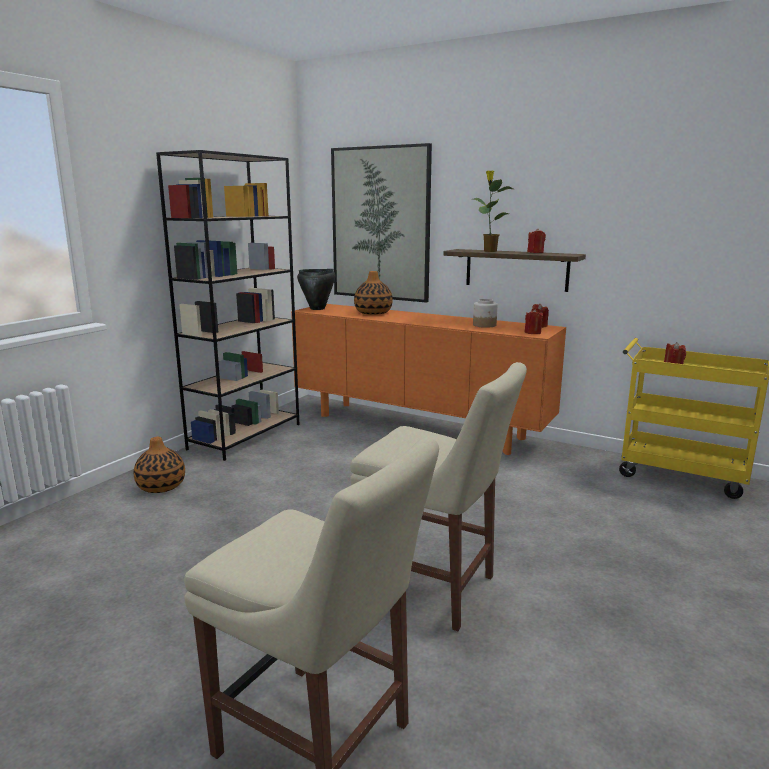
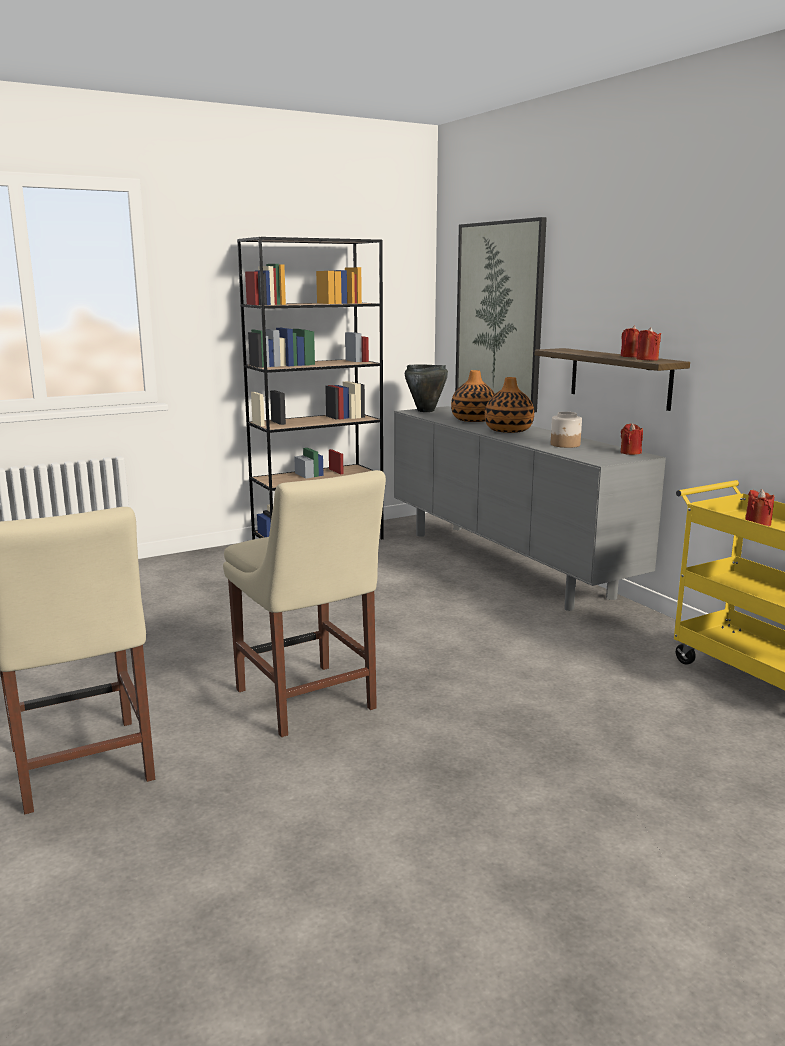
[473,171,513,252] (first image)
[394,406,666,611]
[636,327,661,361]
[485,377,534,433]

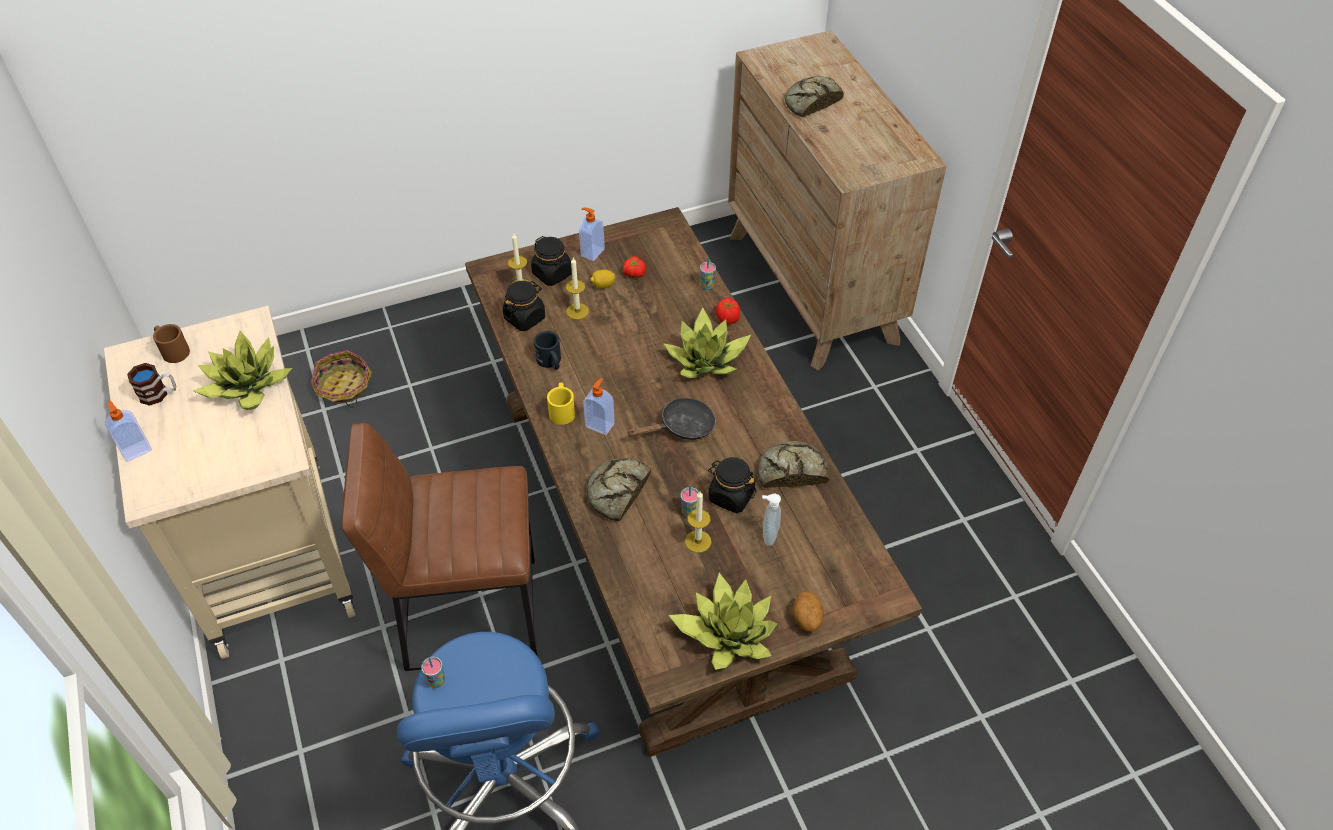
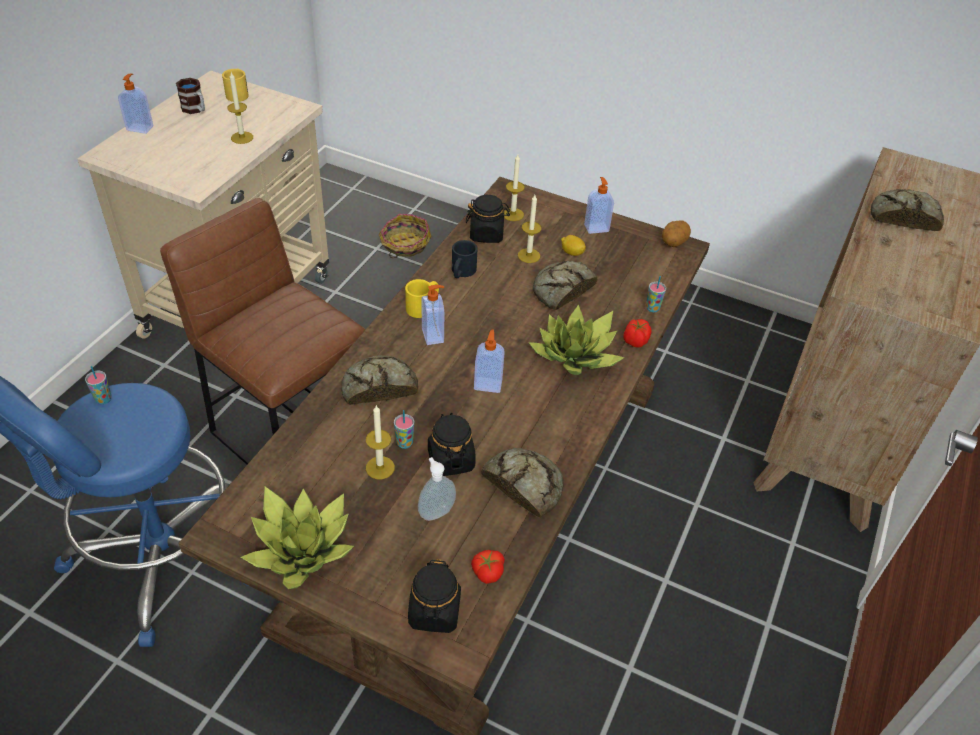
[408,559,461,633]
[471,550,505,584]
[222,69,249,102]
[227,72,253,144]
[474,329,505,393]
[662,220,691,247]
[533,261,597,310]

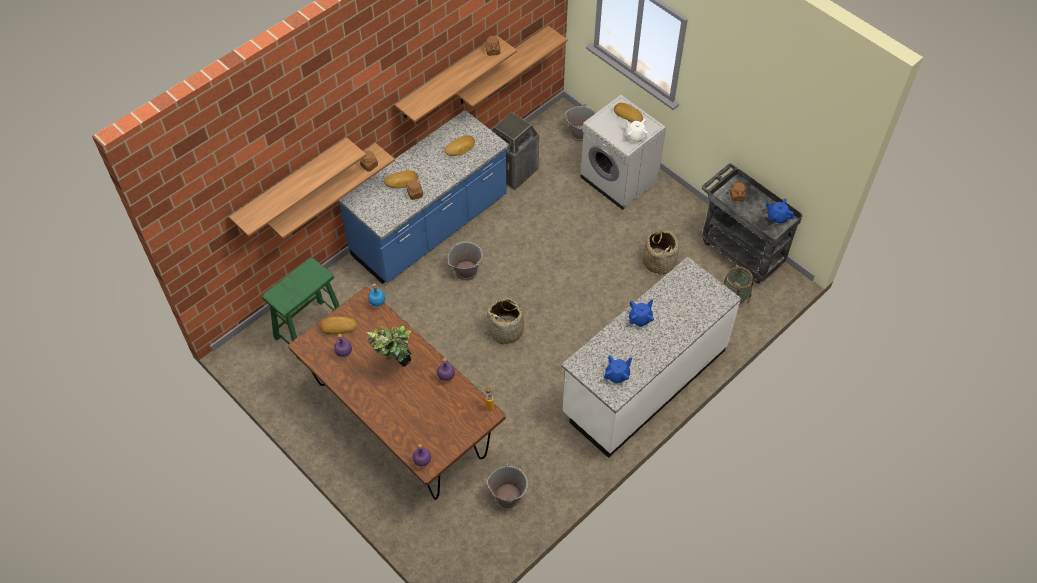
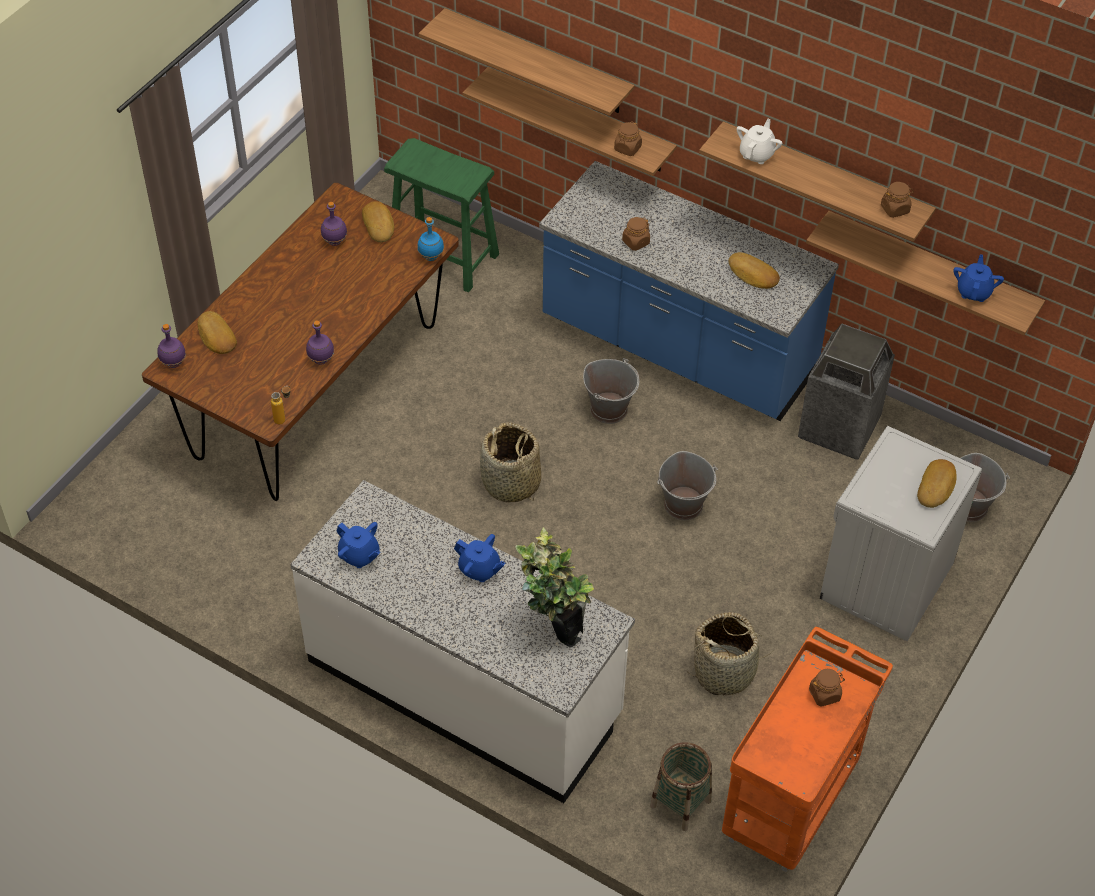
[737,119,782,164]
[722,627,893,872]
[197,311,237,354]
[953,255,1004,302]
[515,527,594,648]
[657,451,718,520]

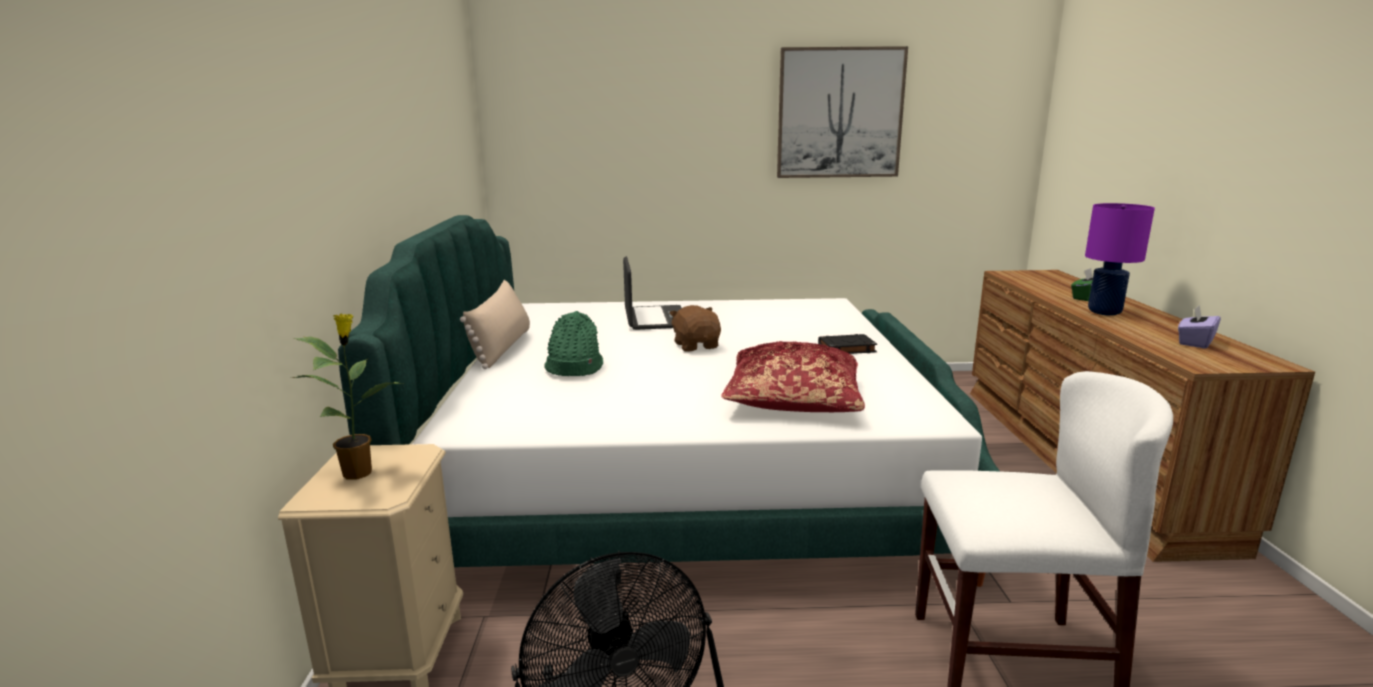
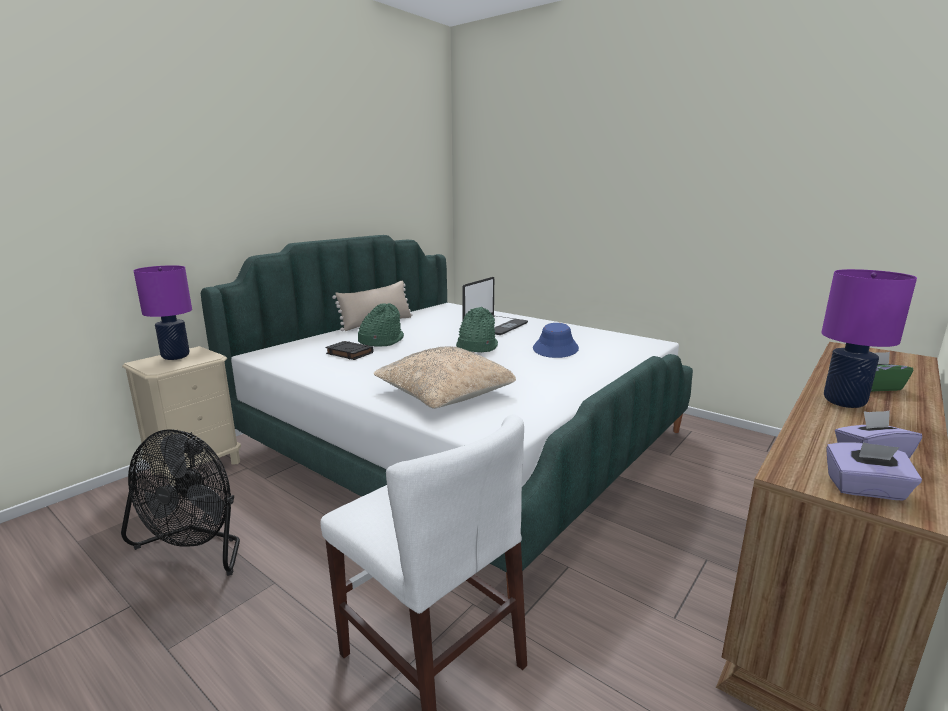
[777,46,908,178] (first image)
[456,307,498,352]
[133,265,192,360]
[325,341,374,360]
[373,346,516,409]
[533,323,579,358]
[826,442,922,501]

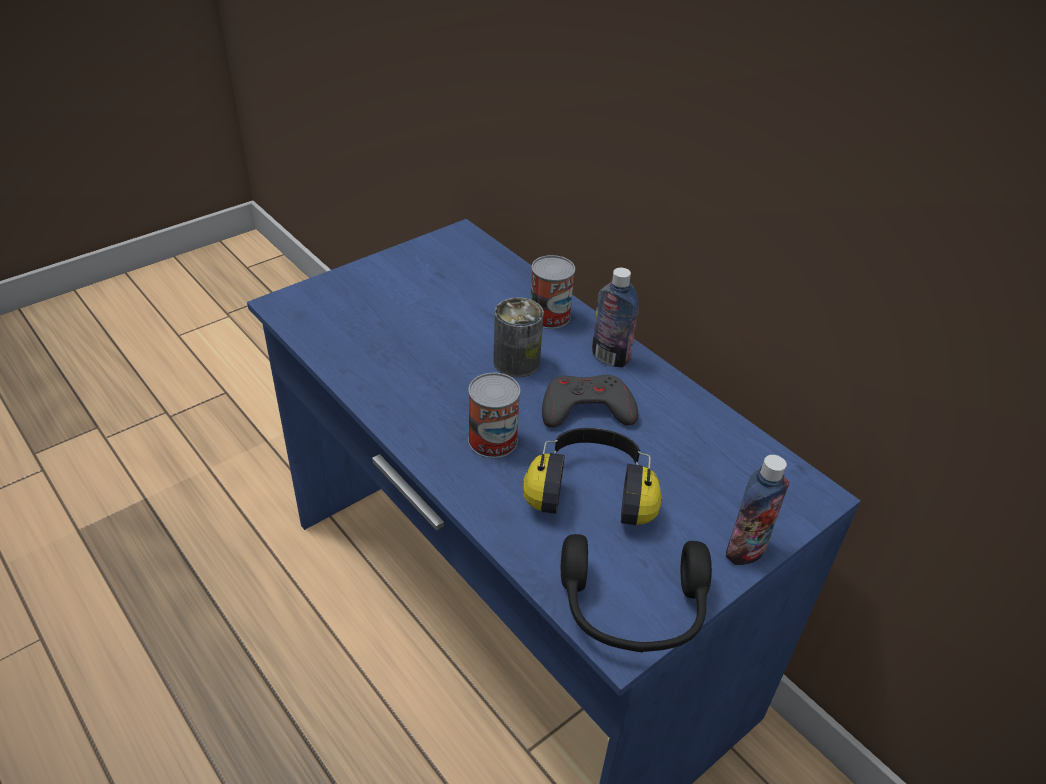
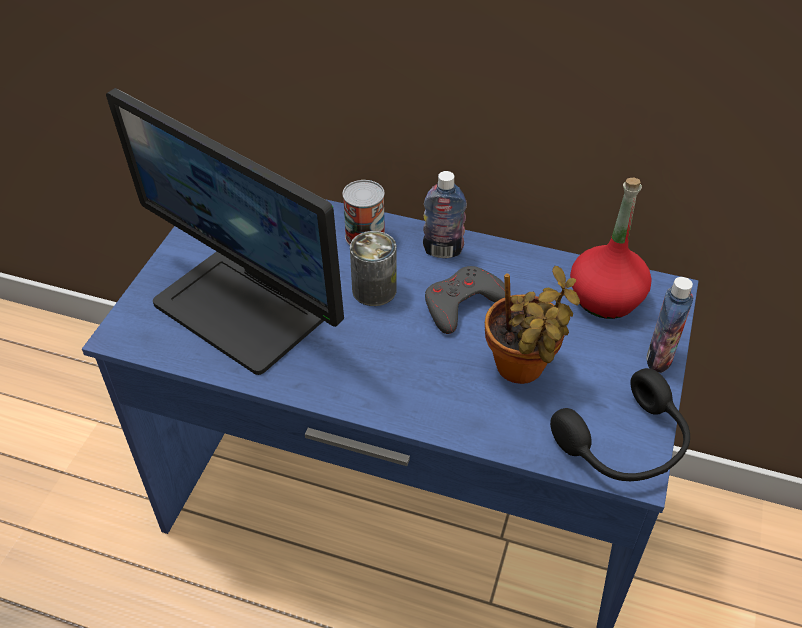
[468,373,520,458] (first image)
[485,266,580,384]
[106,88,344,375]
[570,177,652,319]

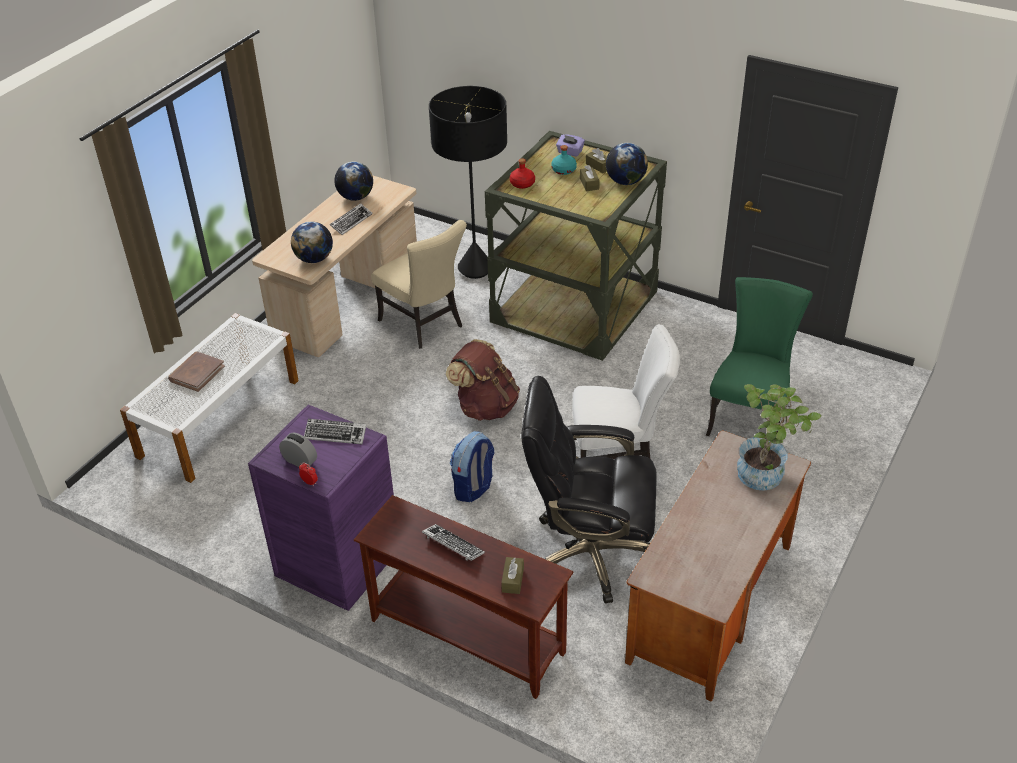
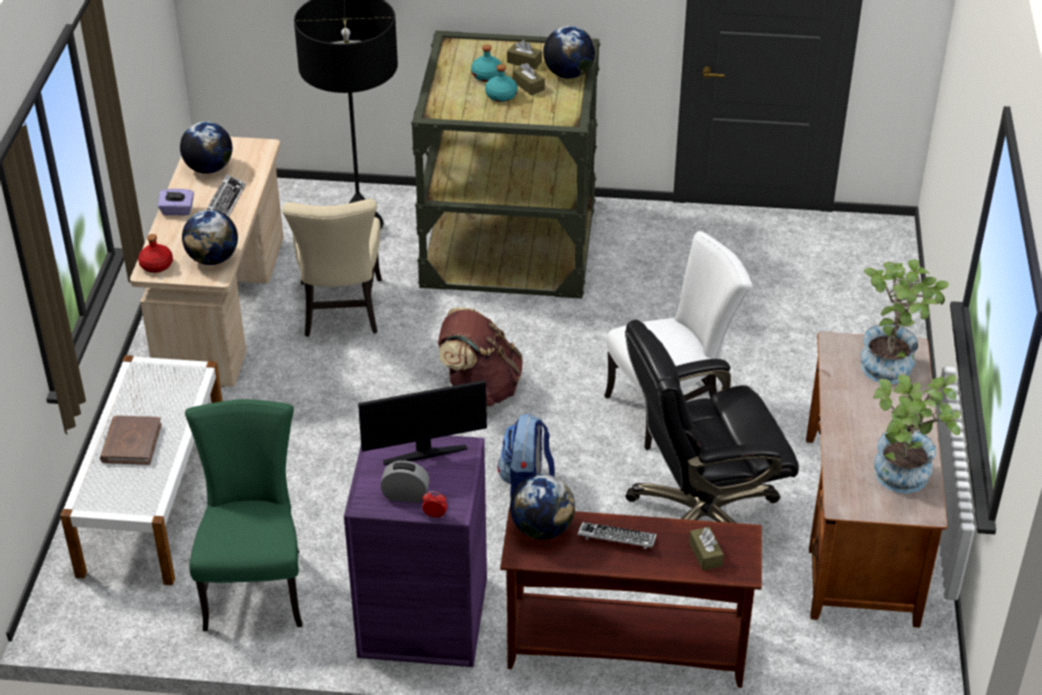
[158,189,194,216]
[138,234,173,273]
[282,199,382,337]
[185,399,302,631]
[358,380,487,465]
[485,64,518,102]
[873,374,961,493]
[510,474,575,540]

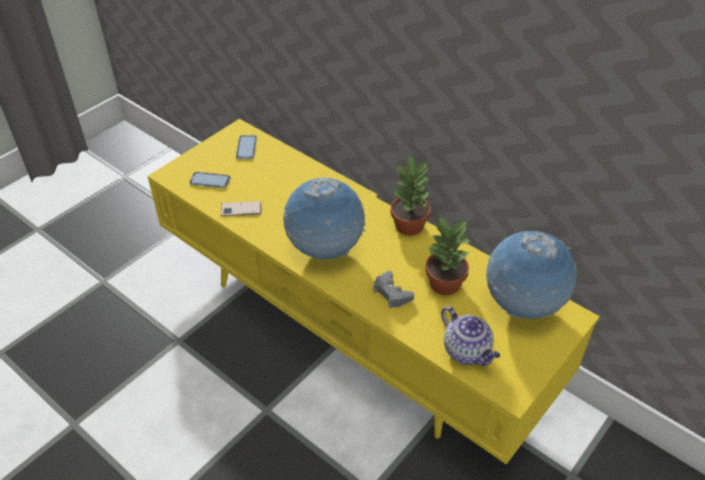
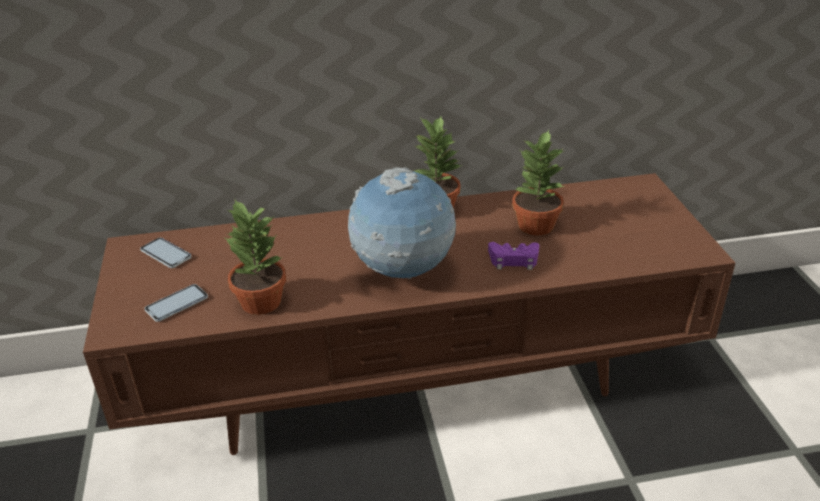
[83,173,735,455]
[225,200,286,315]
[486,231,577,319] (first image)
[488,242,539,270]
[441,306,500,366] (first image)

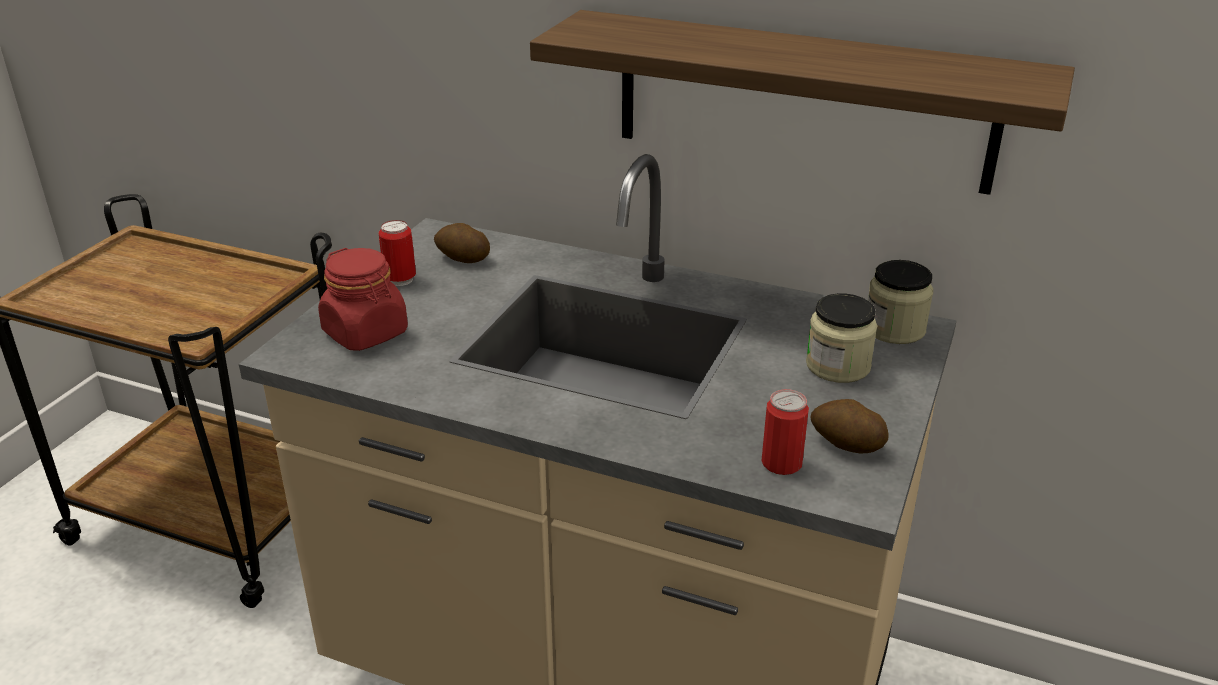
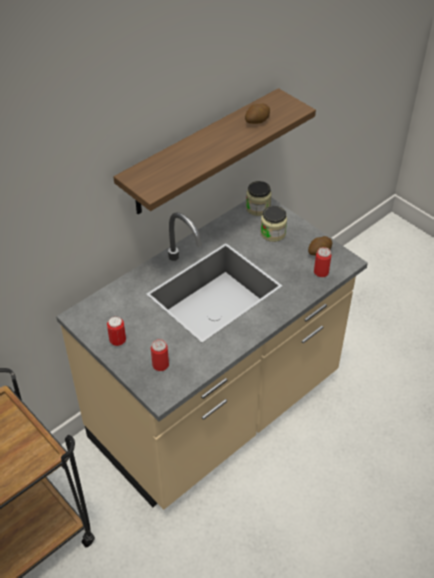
[245,104,270,124]
[151,339,169,371]

